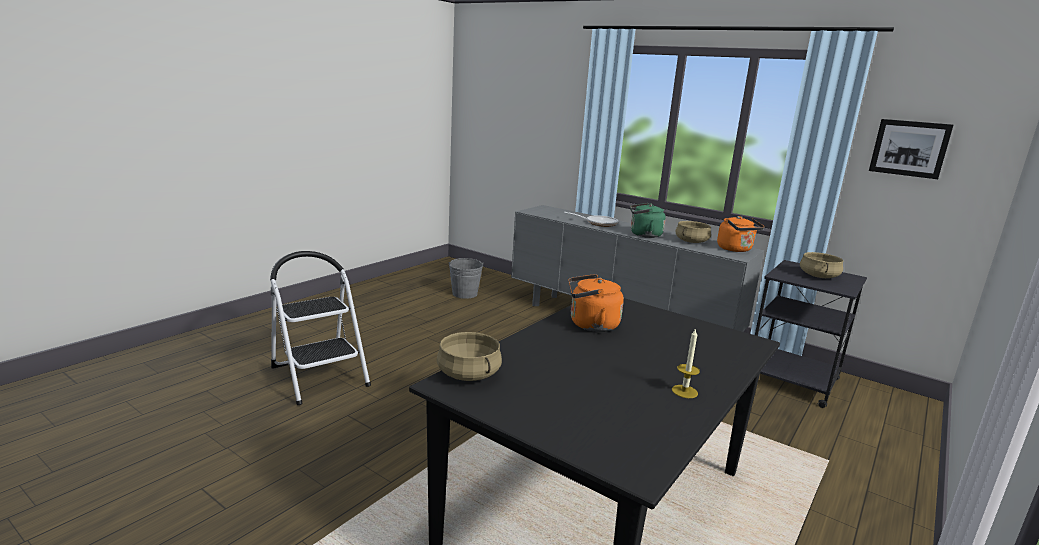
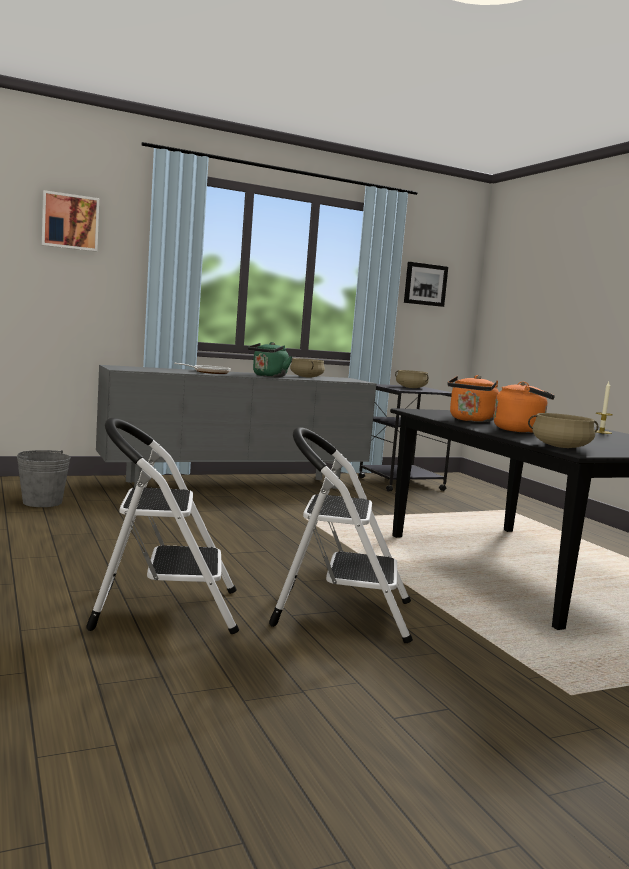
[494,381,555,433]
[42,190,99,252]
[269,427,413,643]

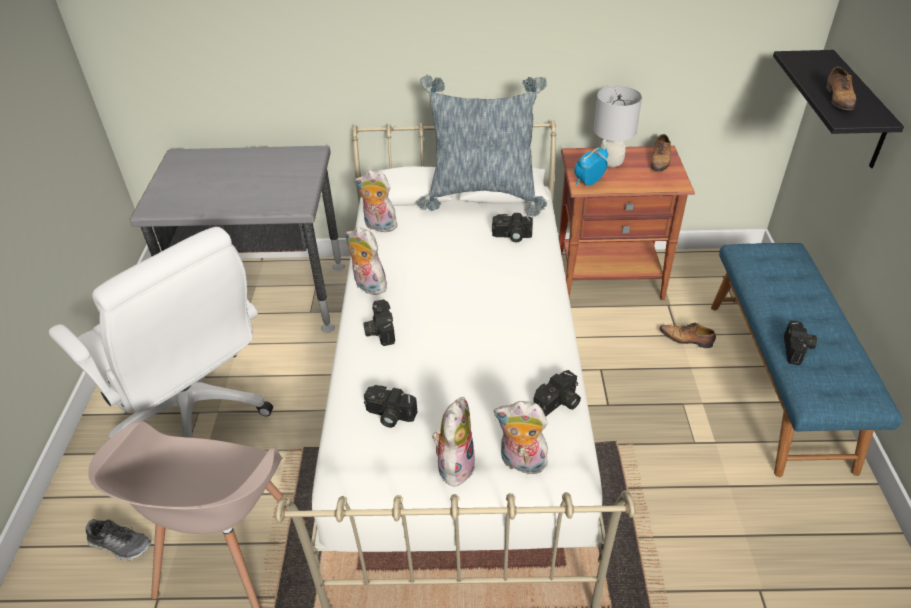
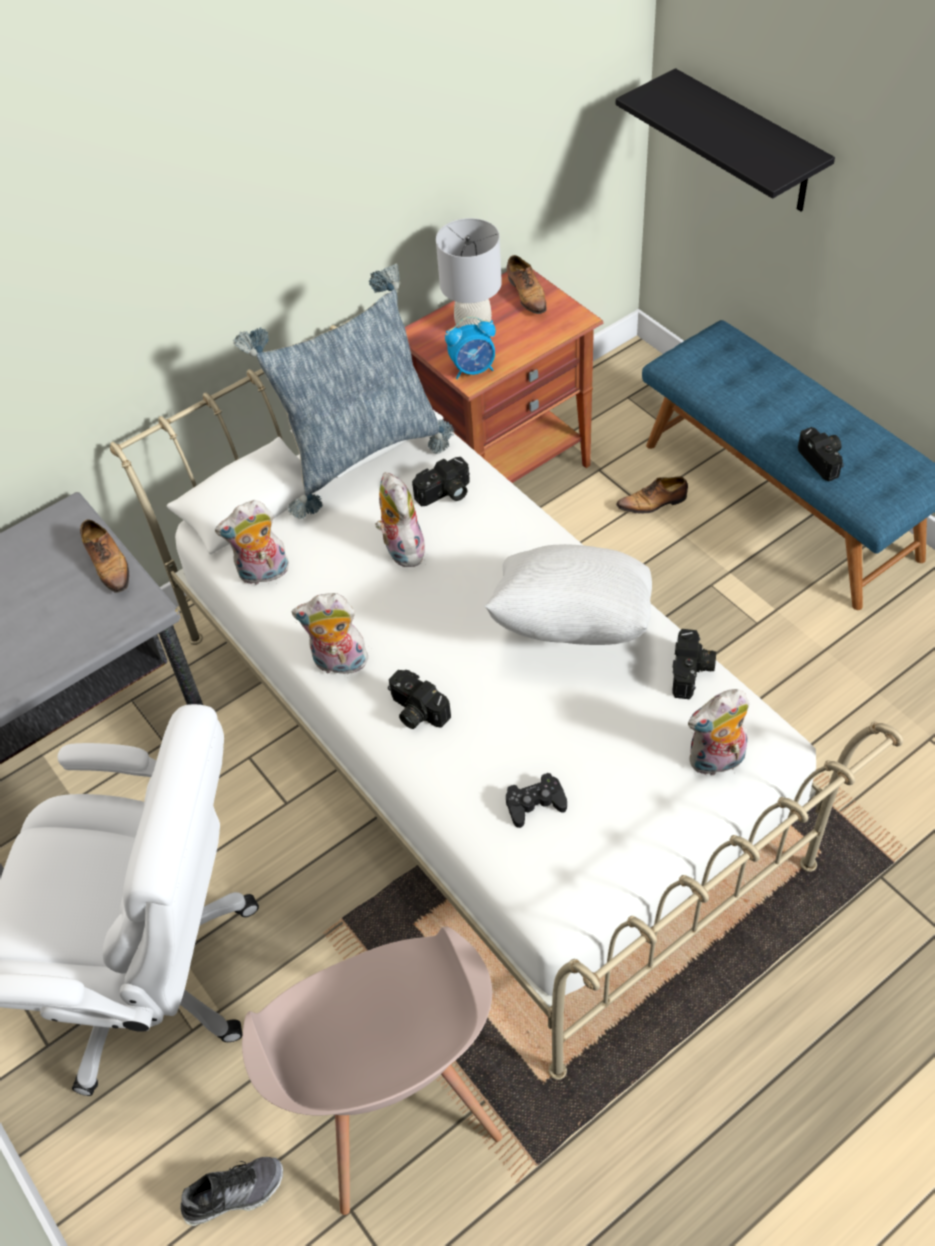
[80,519,130,593]
[445,316,496,379]
[506,773,567,828]
[375,472,425,567]
[484,544,652,645]

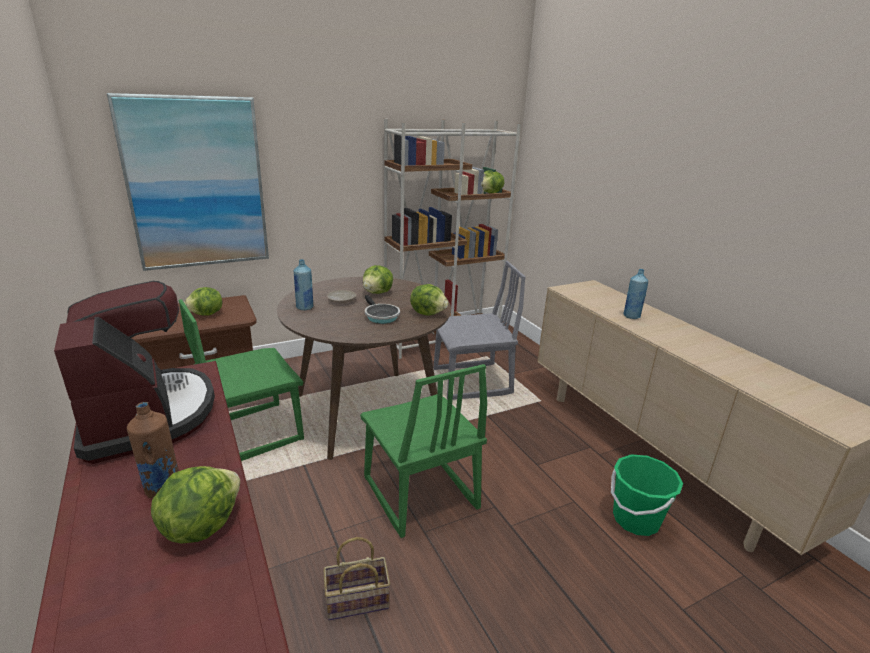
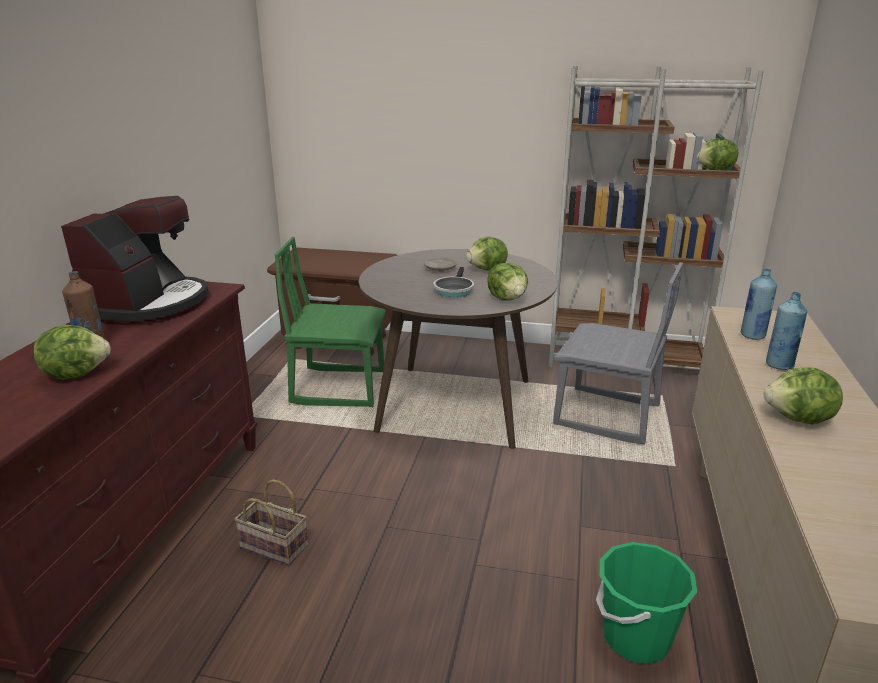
[107,93,269,271] (first image)
[740,268,777,340]
[764,367,843,425]
[360,364,487,538] (first image)

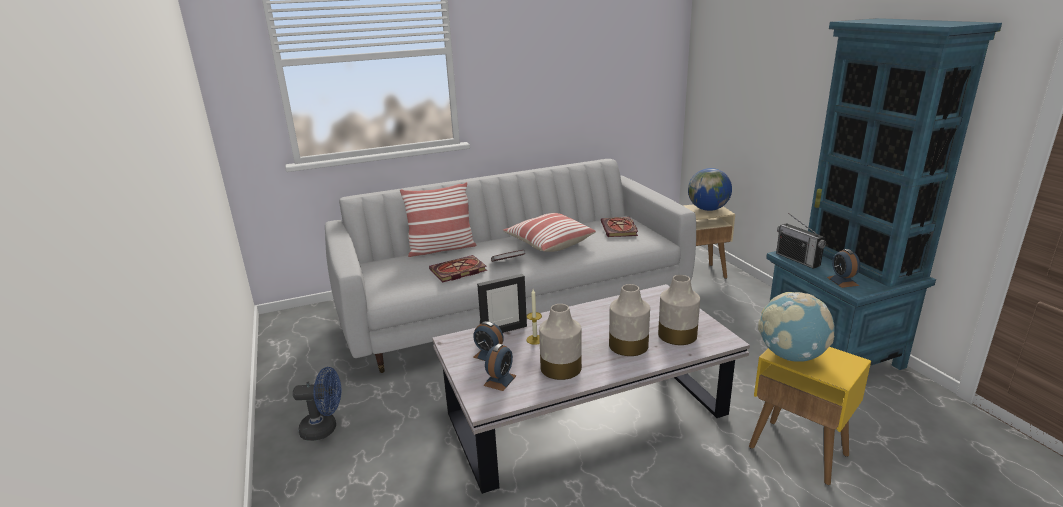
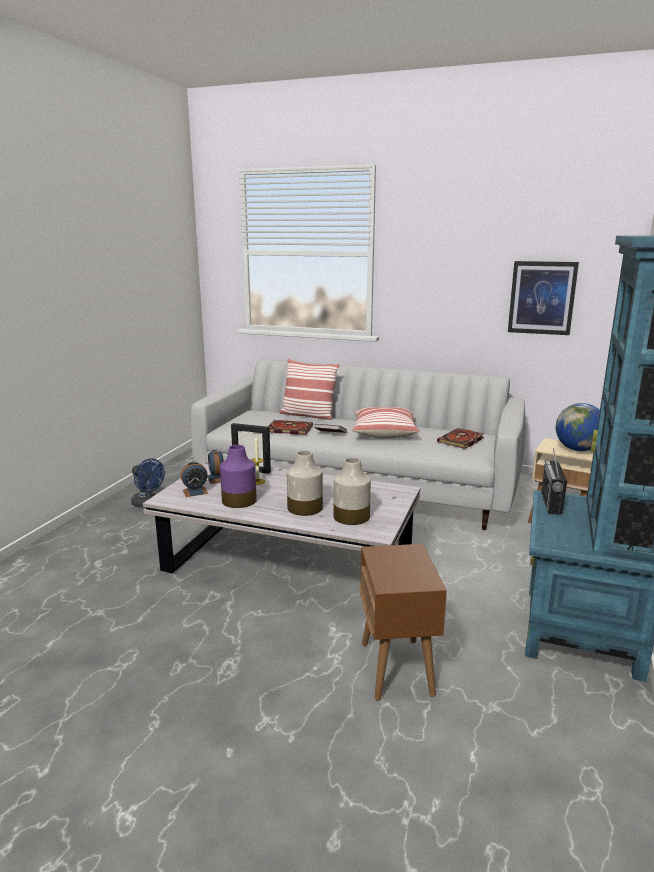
[827,249,860,288] (first image)
[758,292,835,362] (first image)
[220,445,257,508]
[359,544,447,701]
[508,261,579,335]

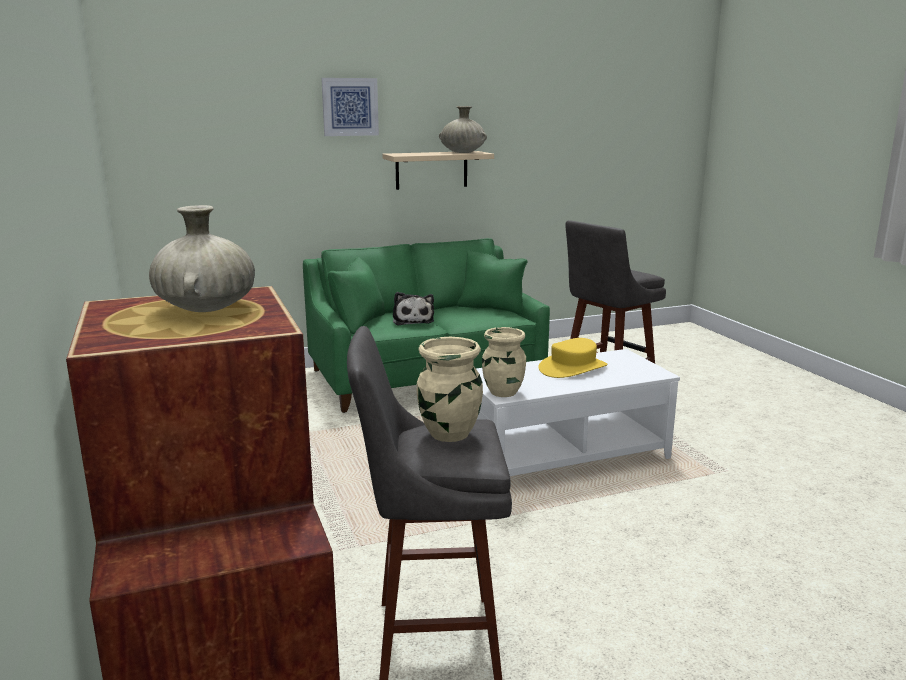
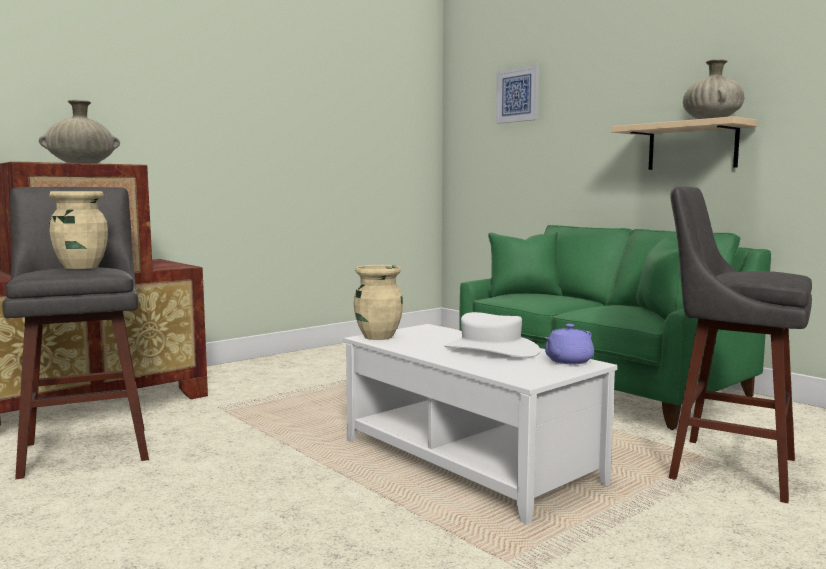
[496,65,539,124]
[393,292,434,325] (first image)
[444,312,540,357]
[545,324,594,364]

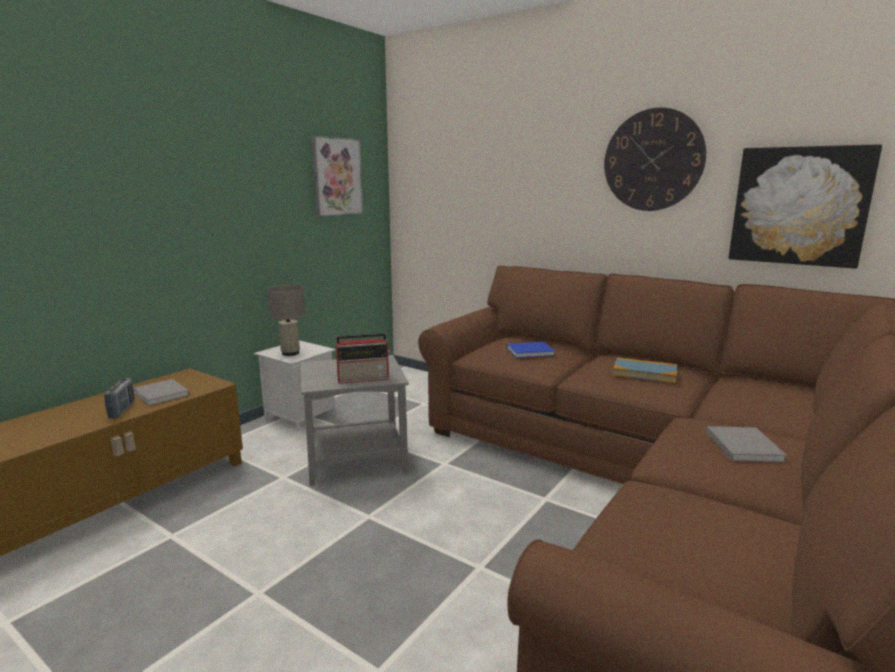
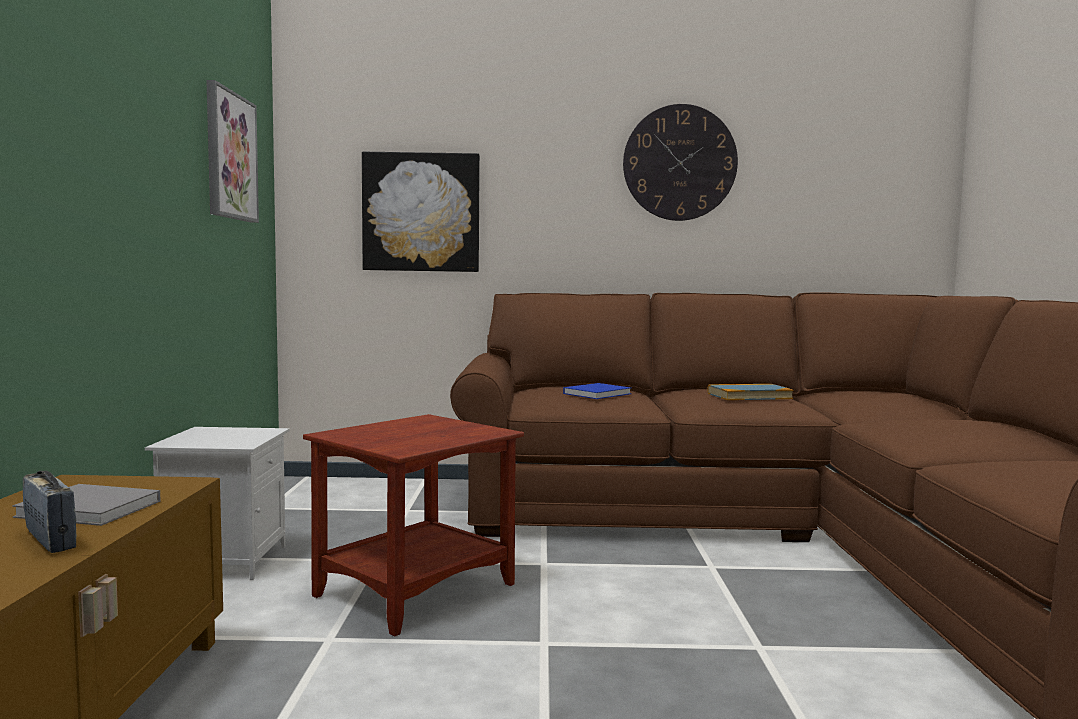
[362,152,480,272]
[267,285,305,356] (first image)
[336,333,390,384] (first image)
[303,414,524,637]
[706,426,787,462] (first image)

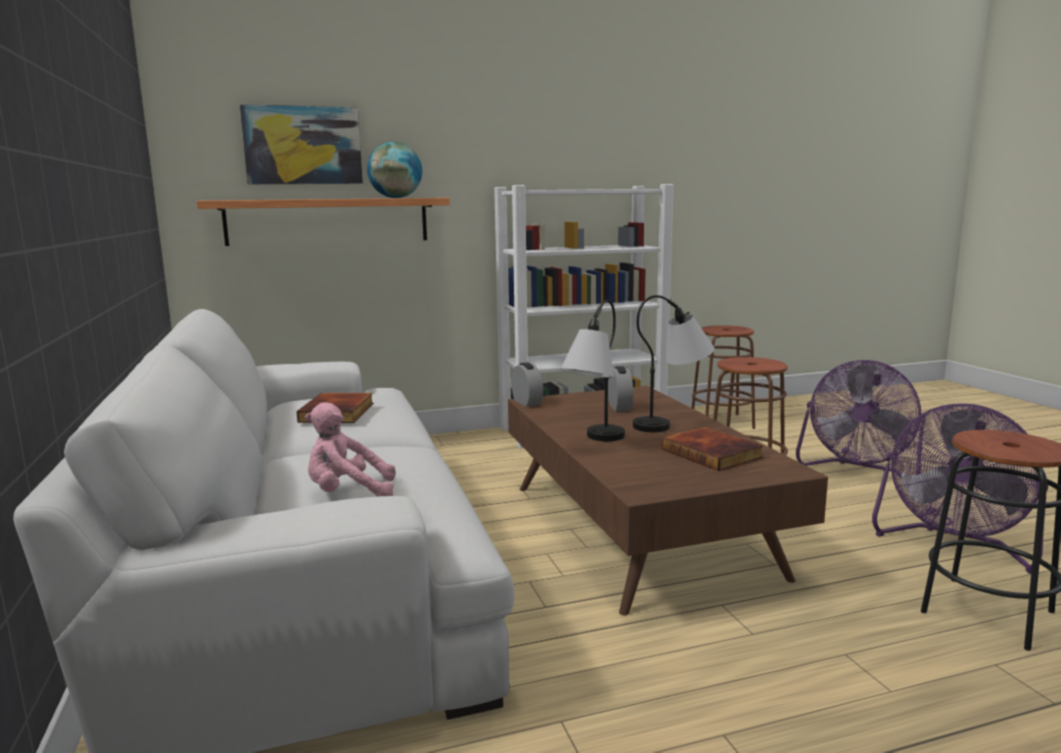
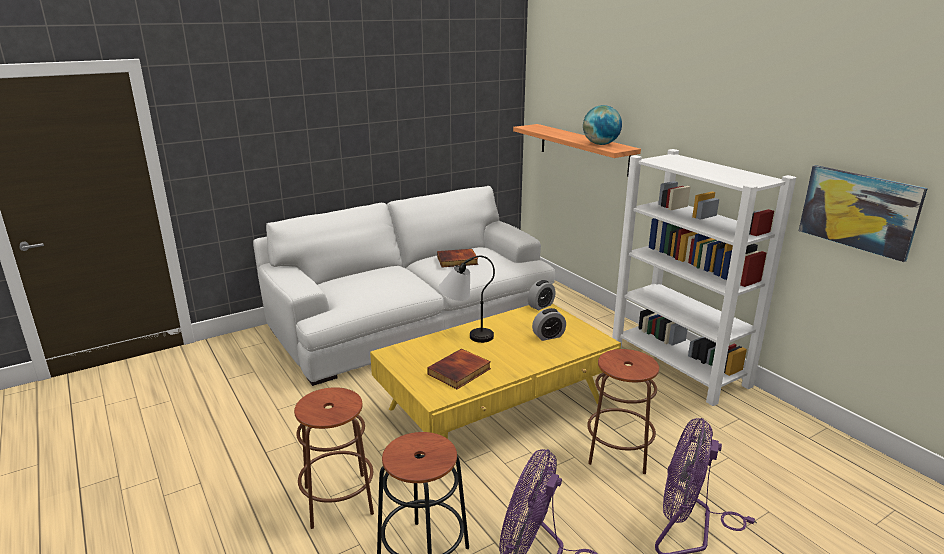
[799,165,928,262]
[633,295,715,432] (first image)
[294,387,374,529]
[370,303,621,439]
[305,402,395,497] (first image)

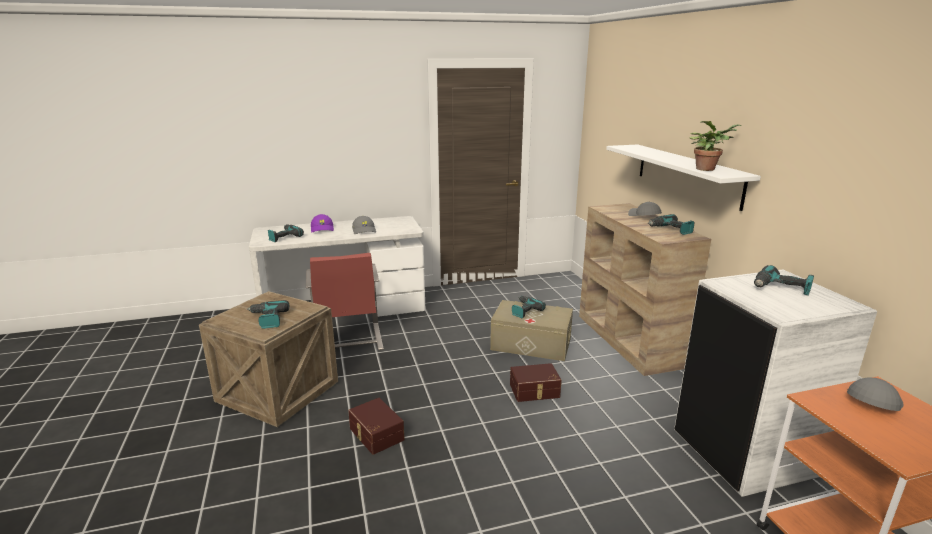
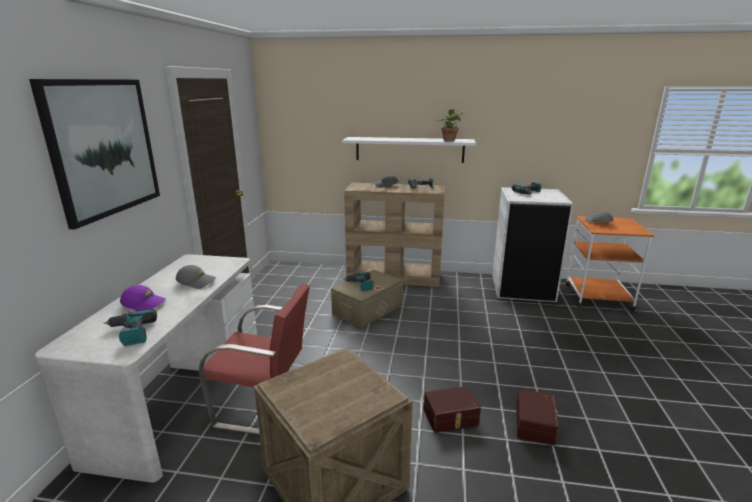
[246,300,289,329] (first image)
[517,389,558,445]
[29,79,160,229]

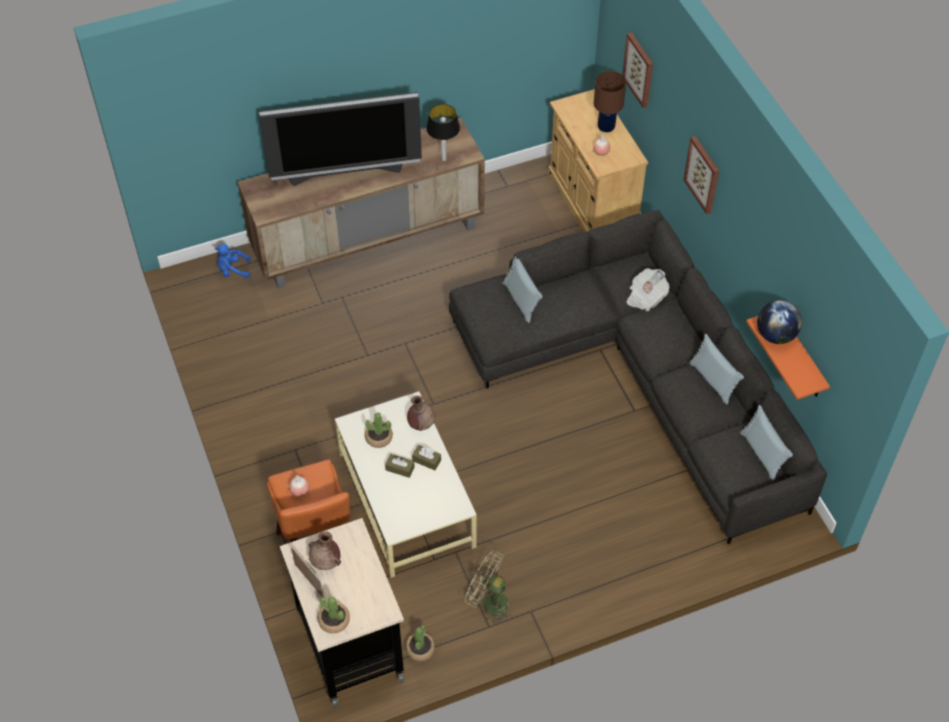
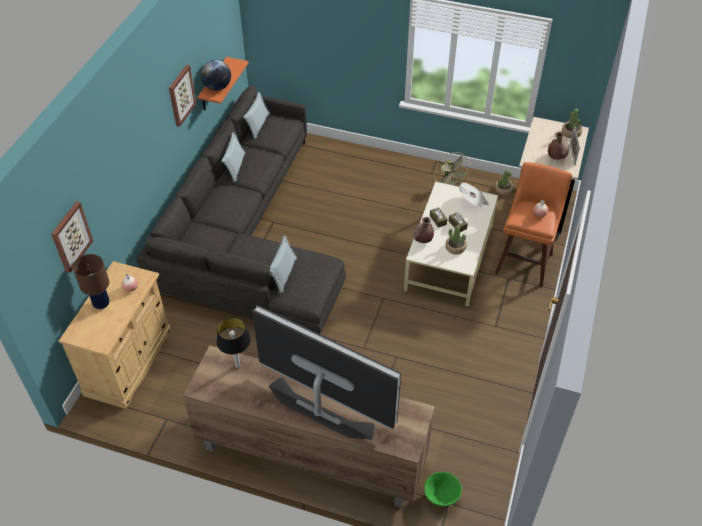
[169,65,197,127]
[424,472,462,507]
[458,183,489,207]

